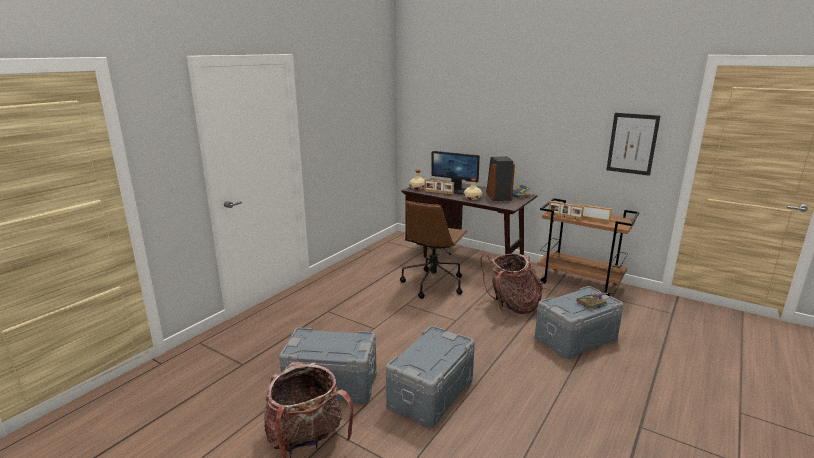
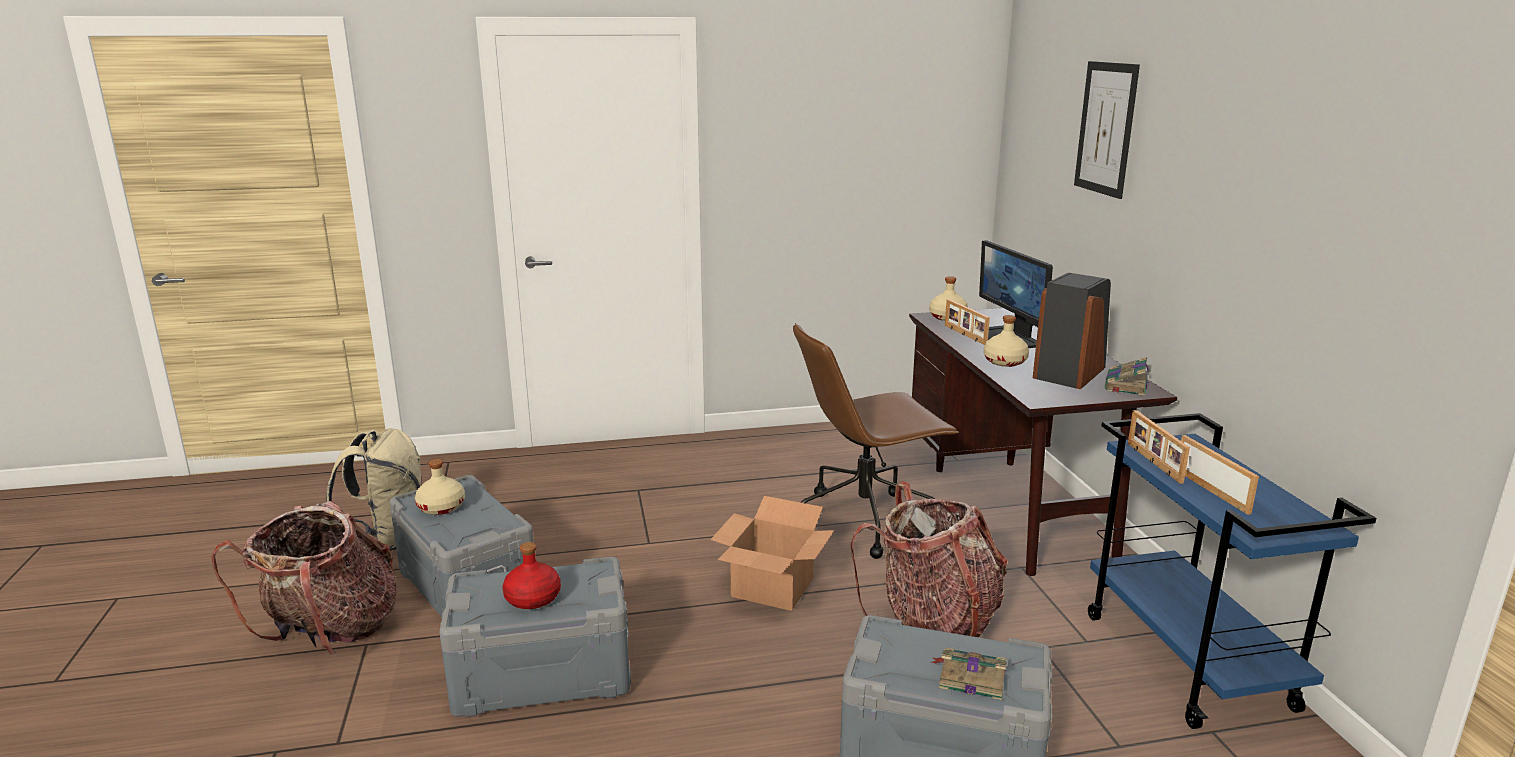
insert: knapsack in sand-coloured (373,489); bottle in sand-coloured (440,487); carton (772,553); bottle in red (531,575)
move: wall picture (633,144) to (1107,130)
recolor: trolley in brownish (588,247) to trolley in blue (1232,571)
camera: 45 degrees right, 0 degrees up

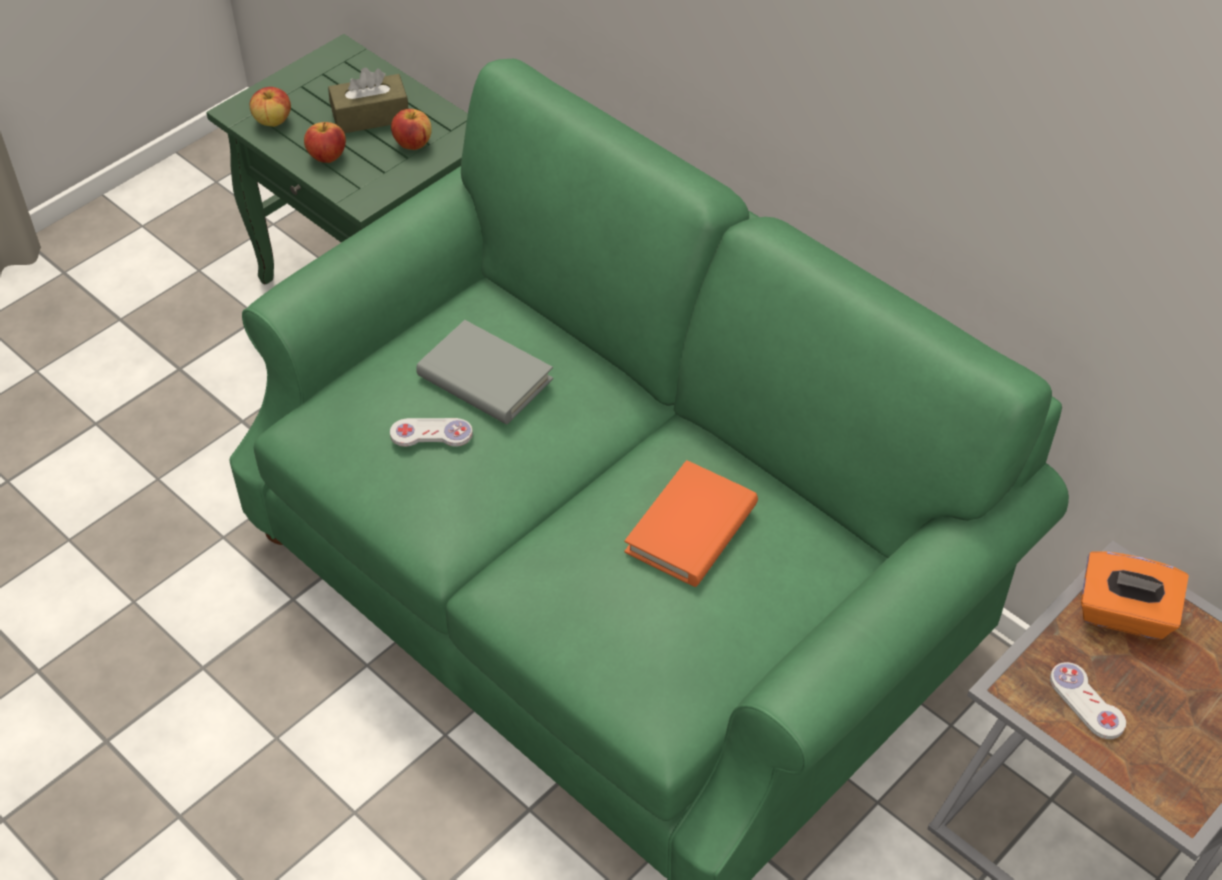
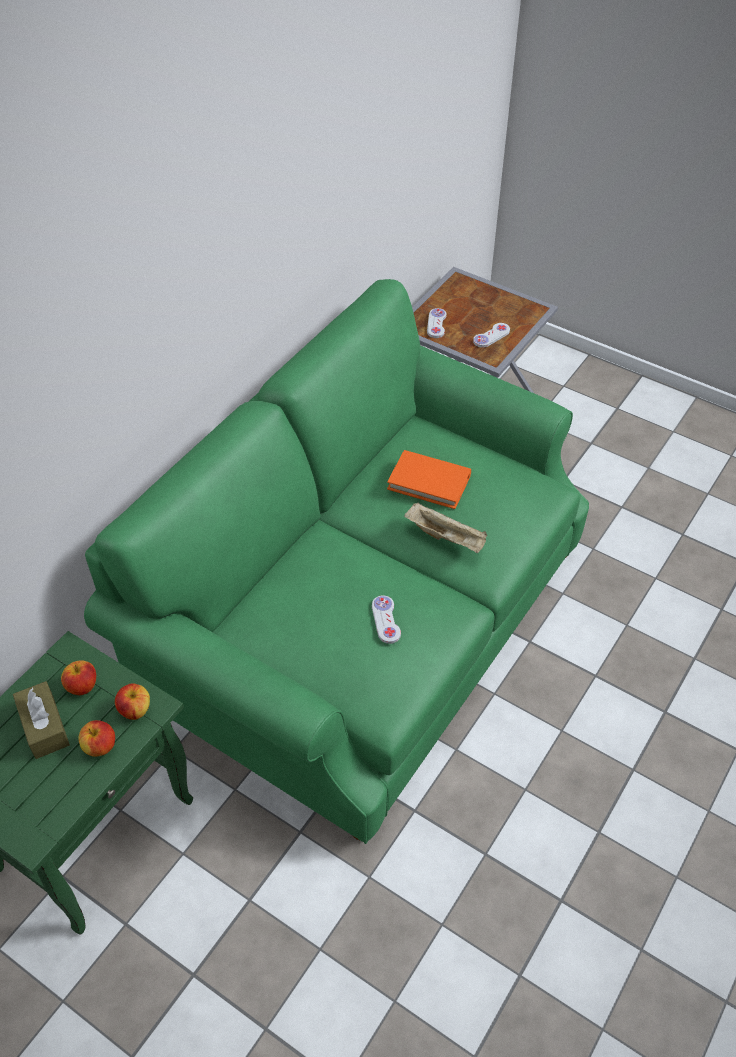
delete: volume in greyish (484,372)
insert: serving tray in sand-coloured (445,527)
move: apple (270,107) to (132,701)
replace: box of tissues in orange (1135,595) to game controller in white (437,323)
camera: 100 degrees left, 0 degrees up

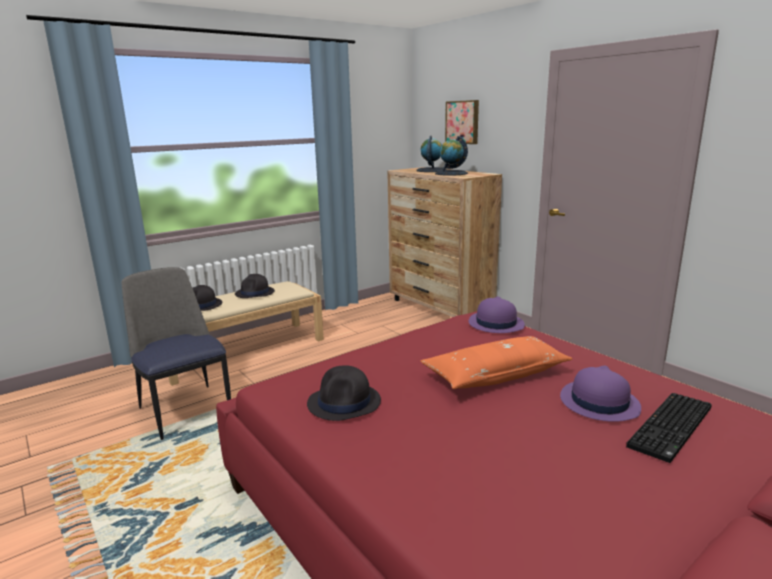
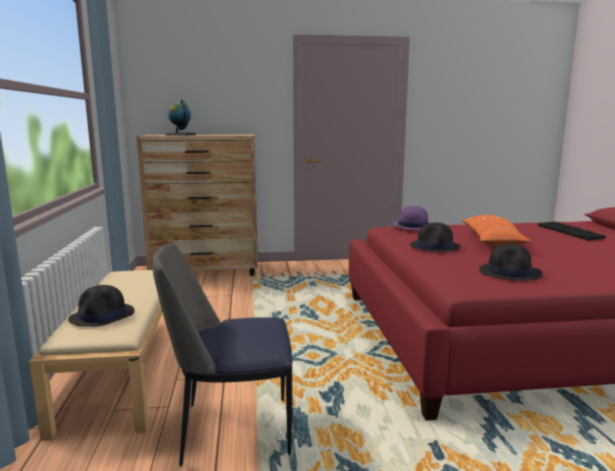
delete: wall picture (462,122); world globe (451,156); wearable hat in purple (600,394)
move: wearable hat in blackish (255,286) to (435,237)
camera: 60 degrees left, 5 degrees down

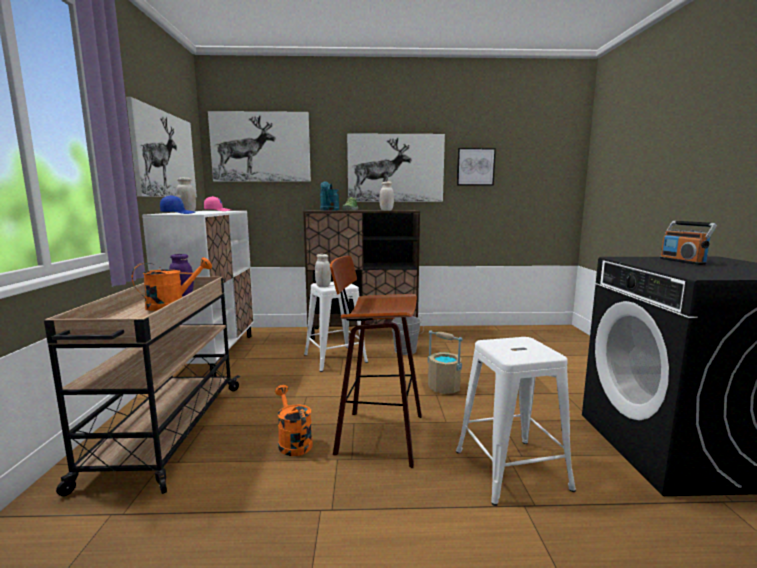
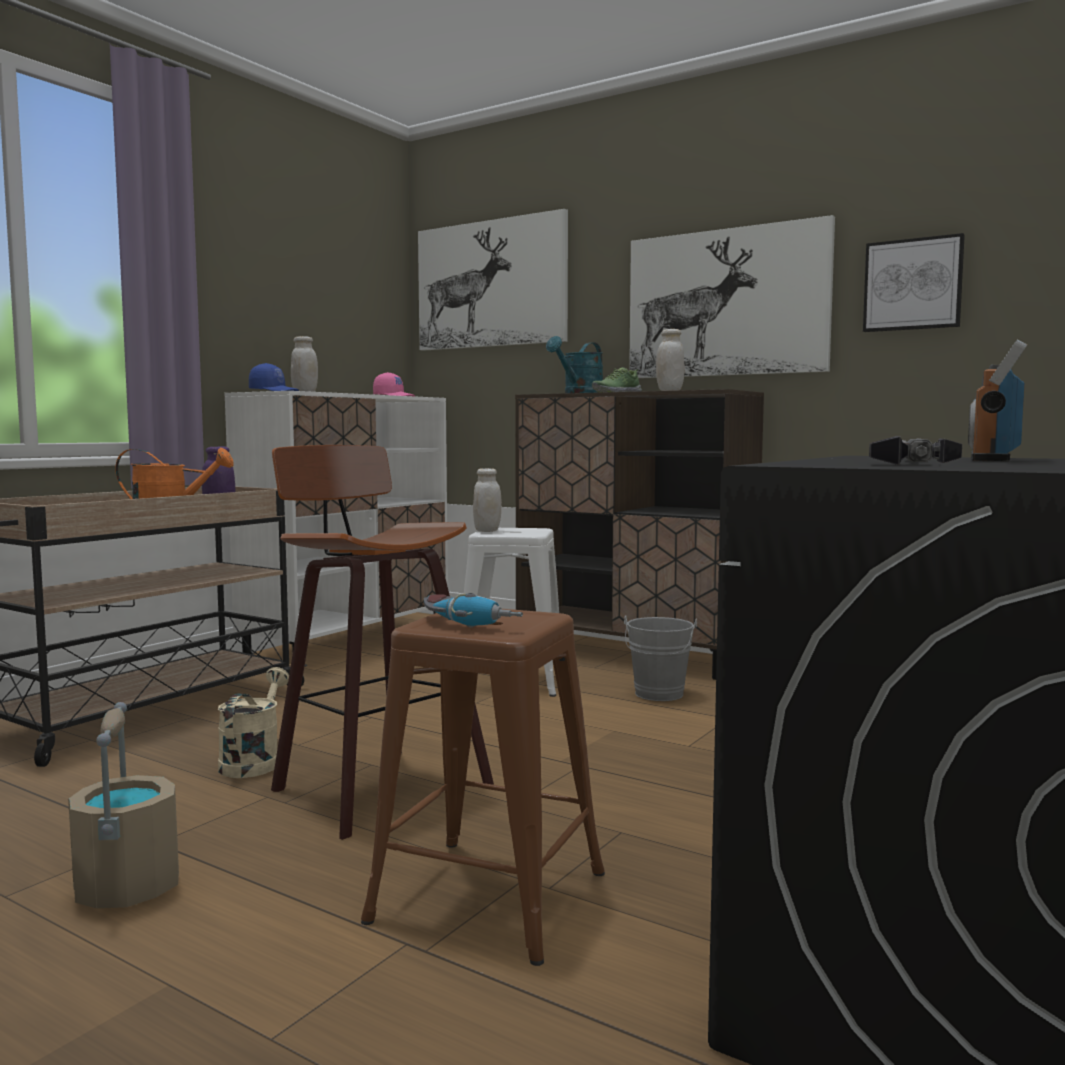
delete: wall picture (161,147)
insert: hand hammer (915,450); electric drill (473,610)
move: bucket in sand-coloured (445,362) to (123,805)
recolor: sitting stool in white (516,421) to sitting stool in brownish (483,787); watering pot in orange (294,420) to watering pot in sand-coloured (253,722)
camera: 35 degrees right, 5 degrees down

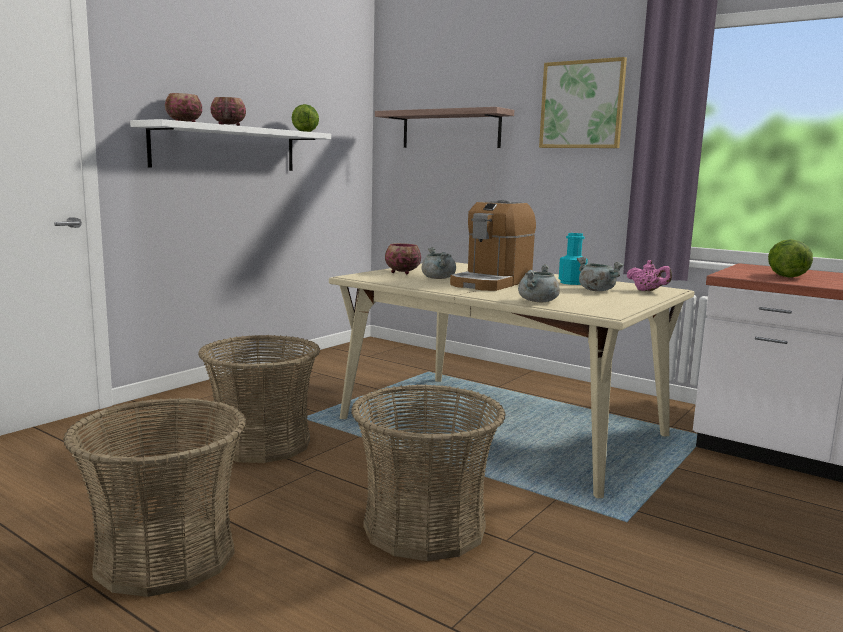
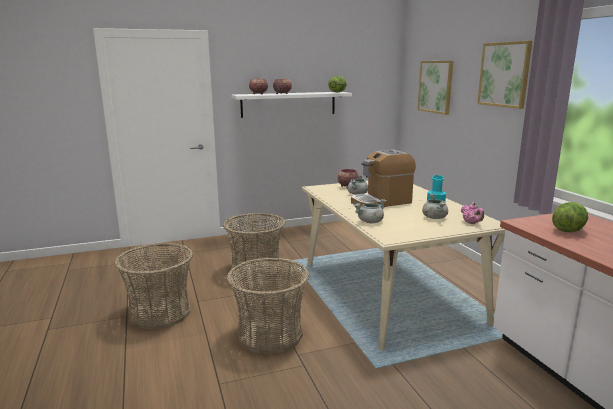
replace: bracket shelf (444,127) to wall picture (435,88)
camera: 35 degrees right, 5 degrees up

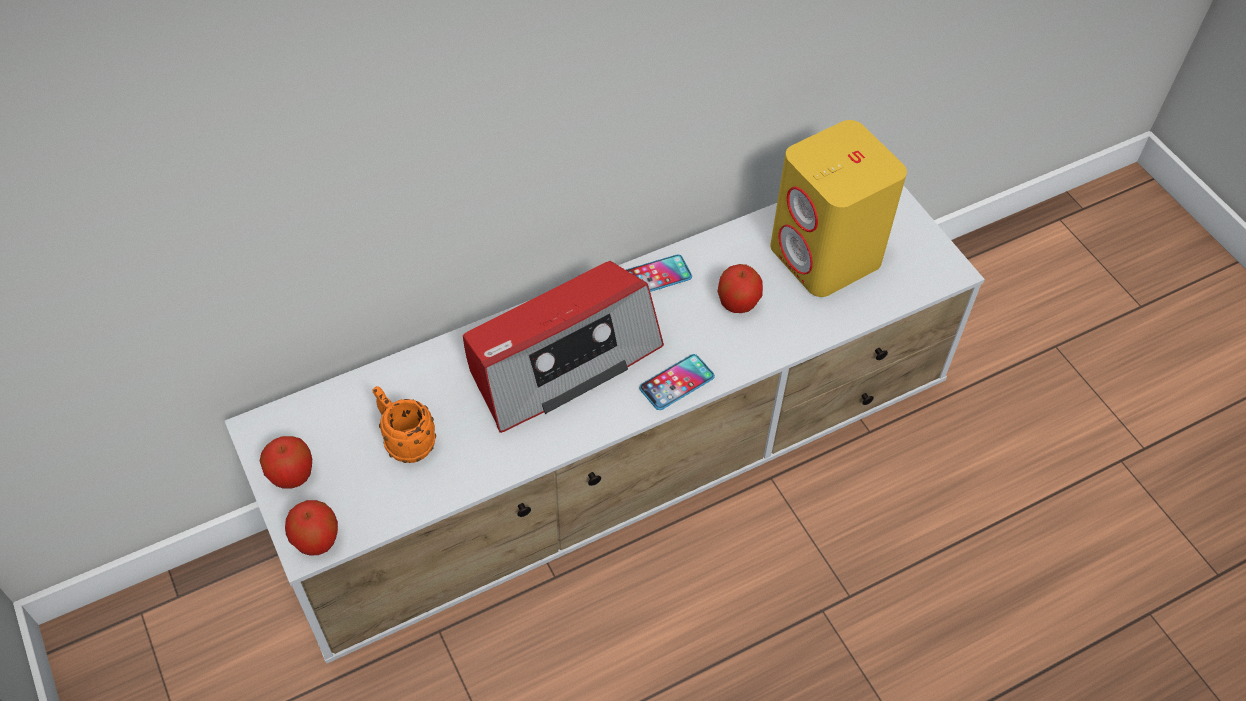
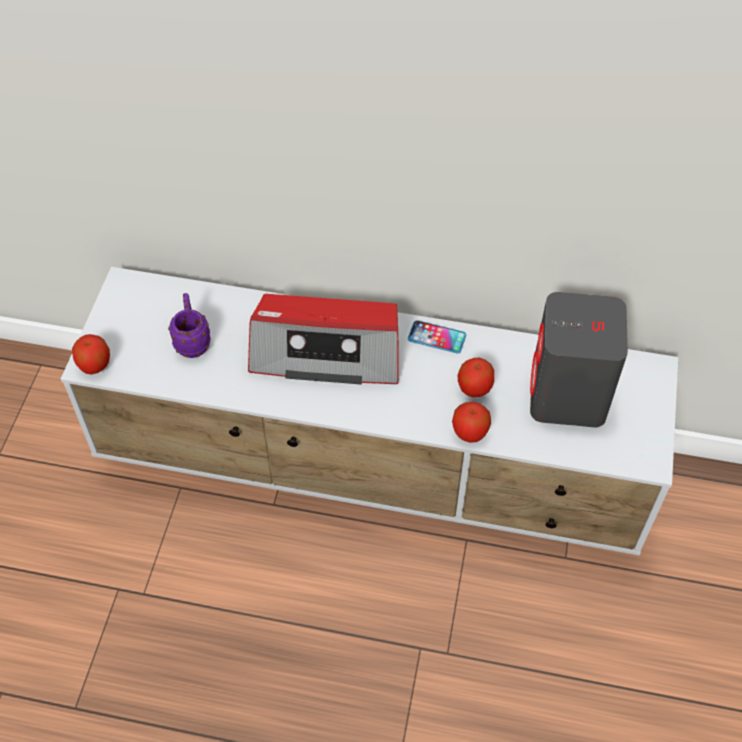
delete: phone (677,382)
move: apple (286,462) to (471,422)
recolor: audio speaker in yellow (838,208) to audio speaker in greyish (579,360); coffee mug in orange (404,424) to coffee mug in purple (189,325)
camera: 40 degrees right, 0 degrees up

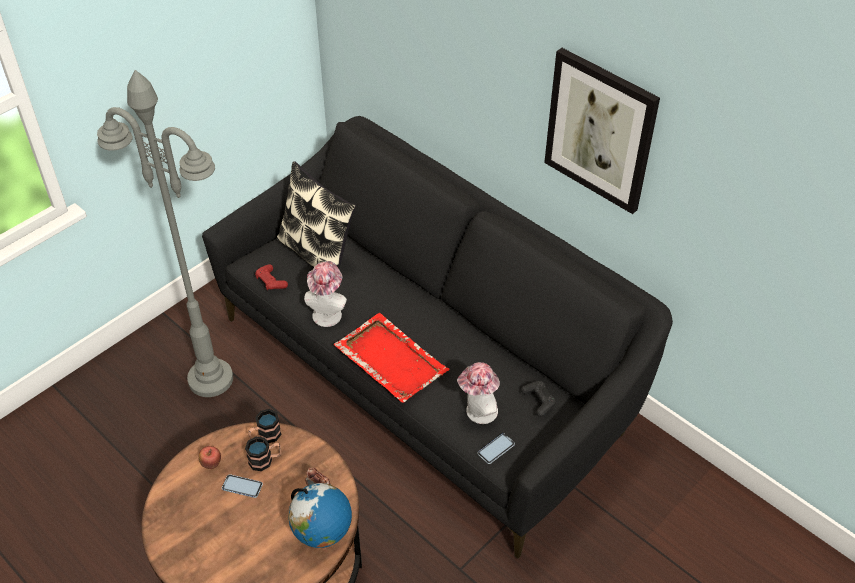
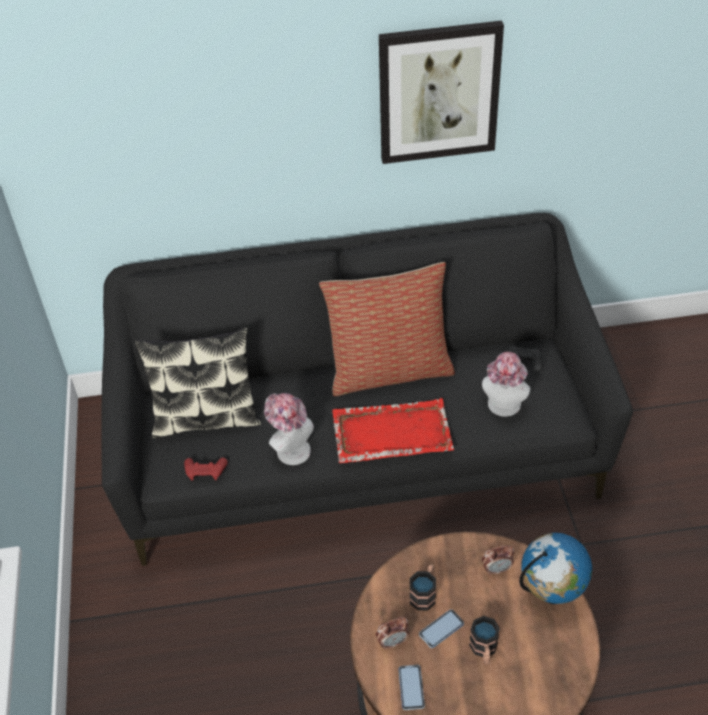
delete: floor lamp in greyish (165,233)
insert: throw pillow (387,329)
move: coffee mug (264,426) to (484,640); phone (496,448) to (412,687)
replace: apple (210,457) to table clock (392,633)
camera: 50 degrees left, 0 degrees up

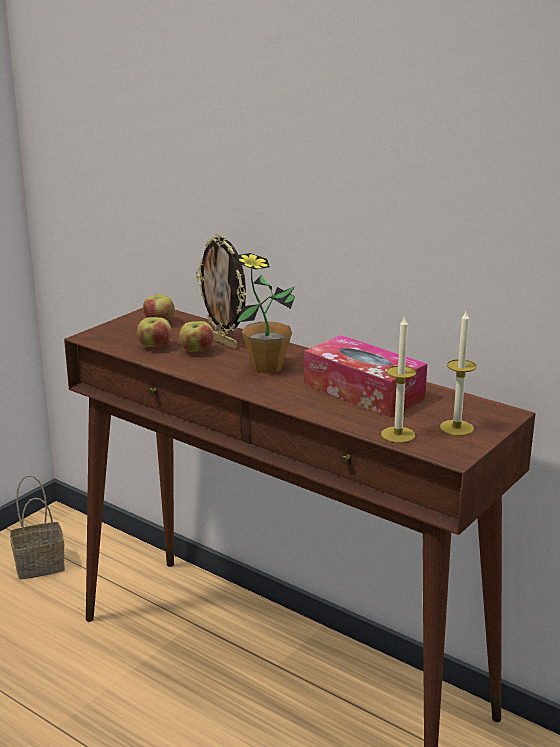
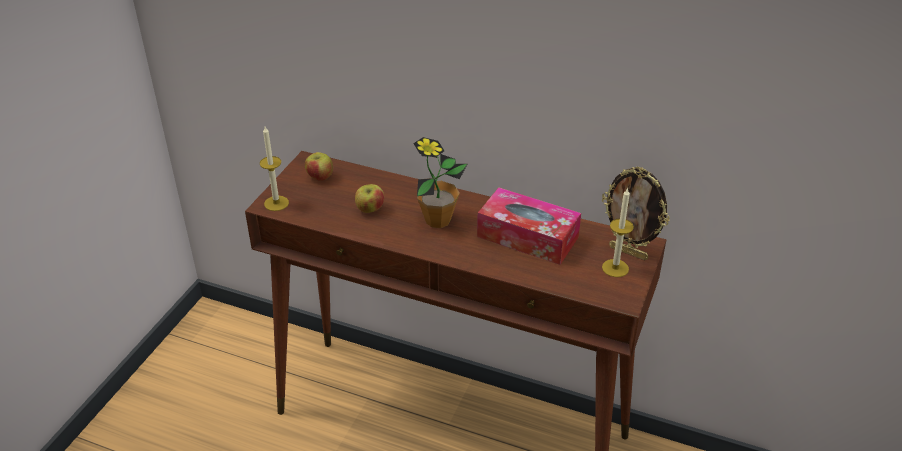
delete: apple (154,332); basket (37,527)
move: standing frame (221,291) to (636,213); candle (398,379) to (274,169)
camera: 15 degrees left, 15 degrees up

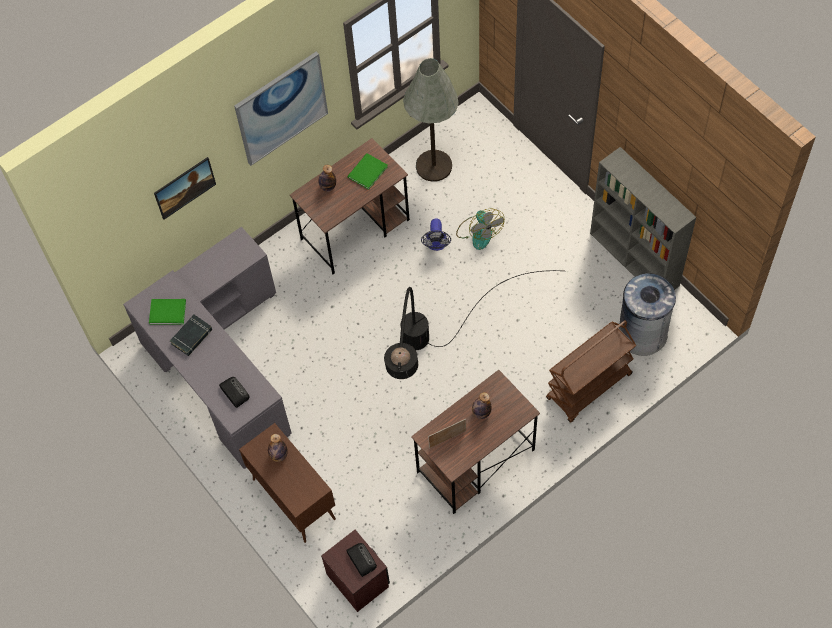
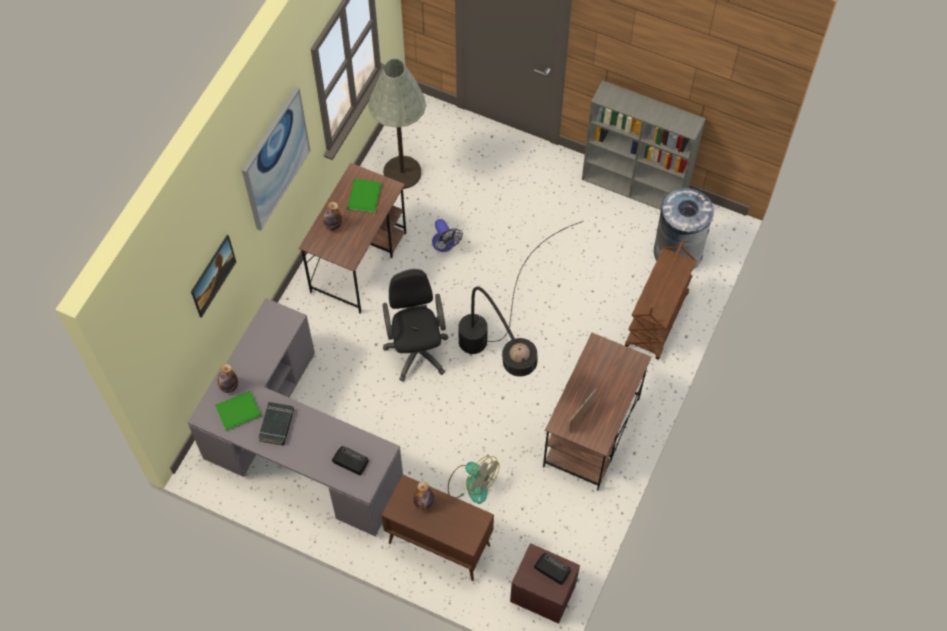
insert: desk chair in blackish (415,325)
move: electric fan (480,229) to (473,480); bottle (481,405) to (228,378)
camera: 30 degrees left, 0 degrees up

